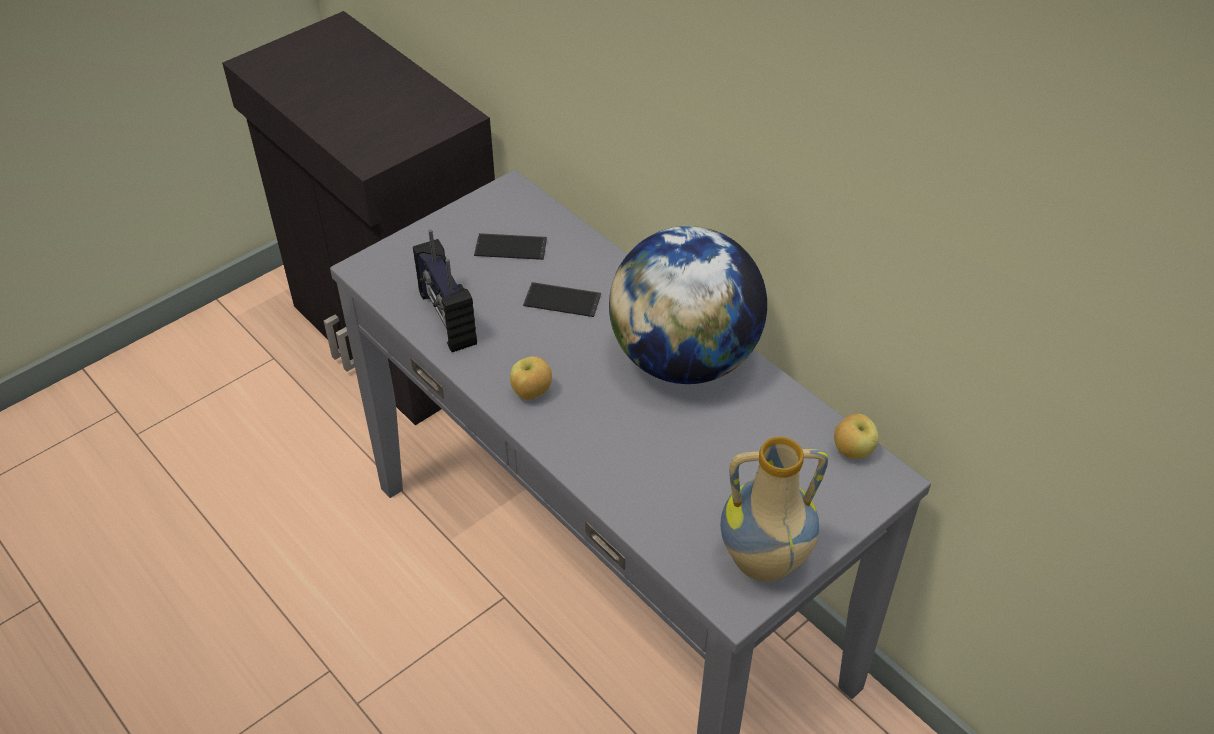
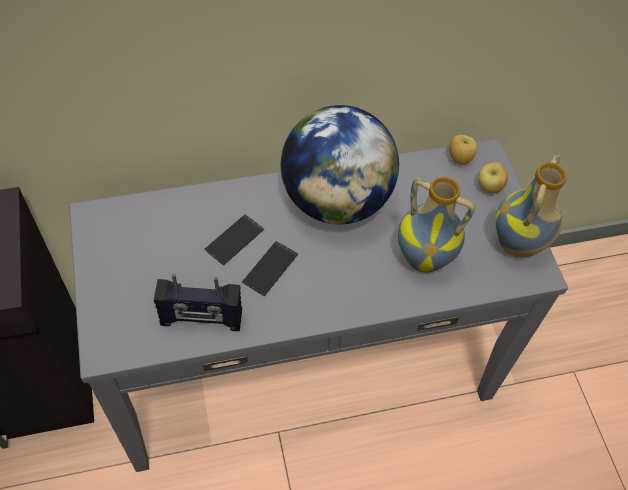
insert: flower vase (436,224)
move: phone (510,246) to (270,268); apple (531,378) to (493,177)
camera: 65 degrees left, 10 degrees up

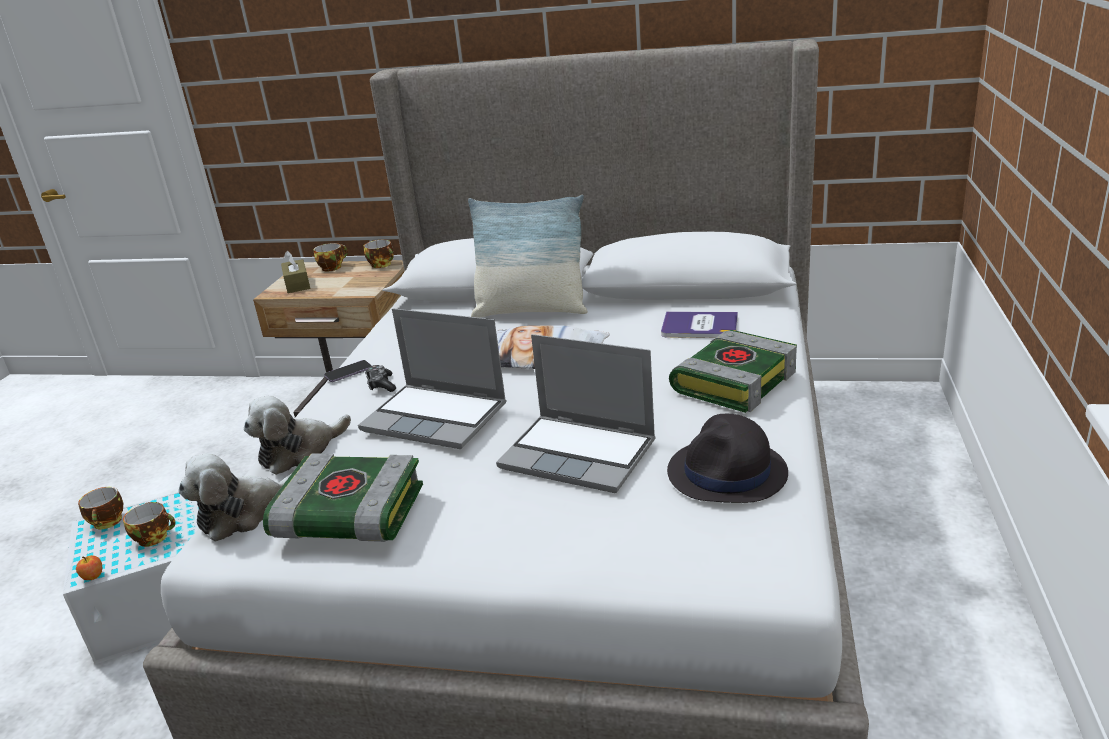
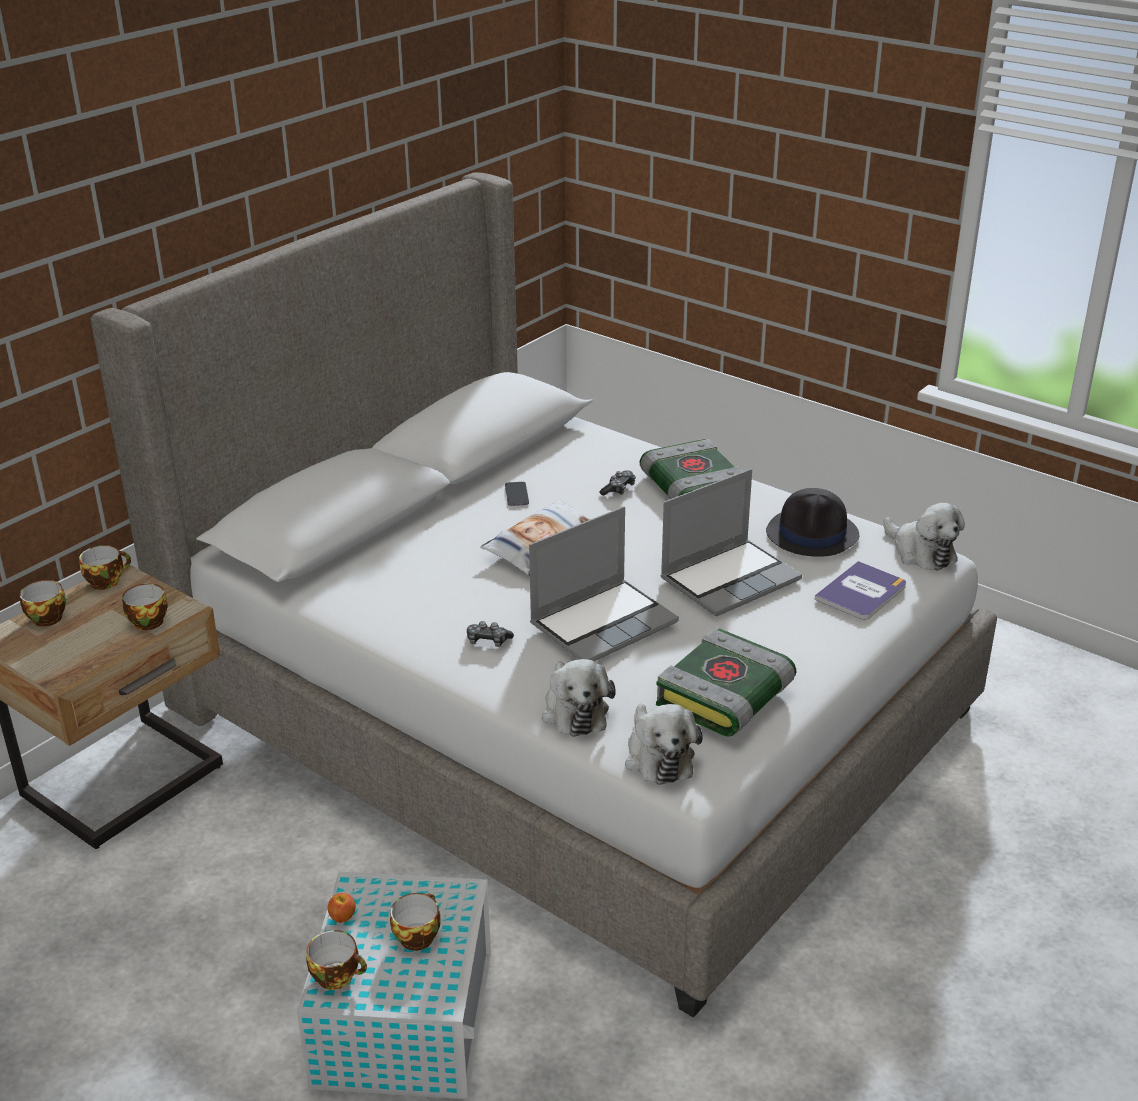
delete: throw pillow (528,256); box of tissues in brownish (295,272)
insert: game controller (617,483); soft toy (924,536); drinking cup (145,607)
move: volume (699,324) to (860,590); phone (348,371) to (517,494); apple (89,567) to (342,908)
camera: 65 degrees left, 5 degrees up

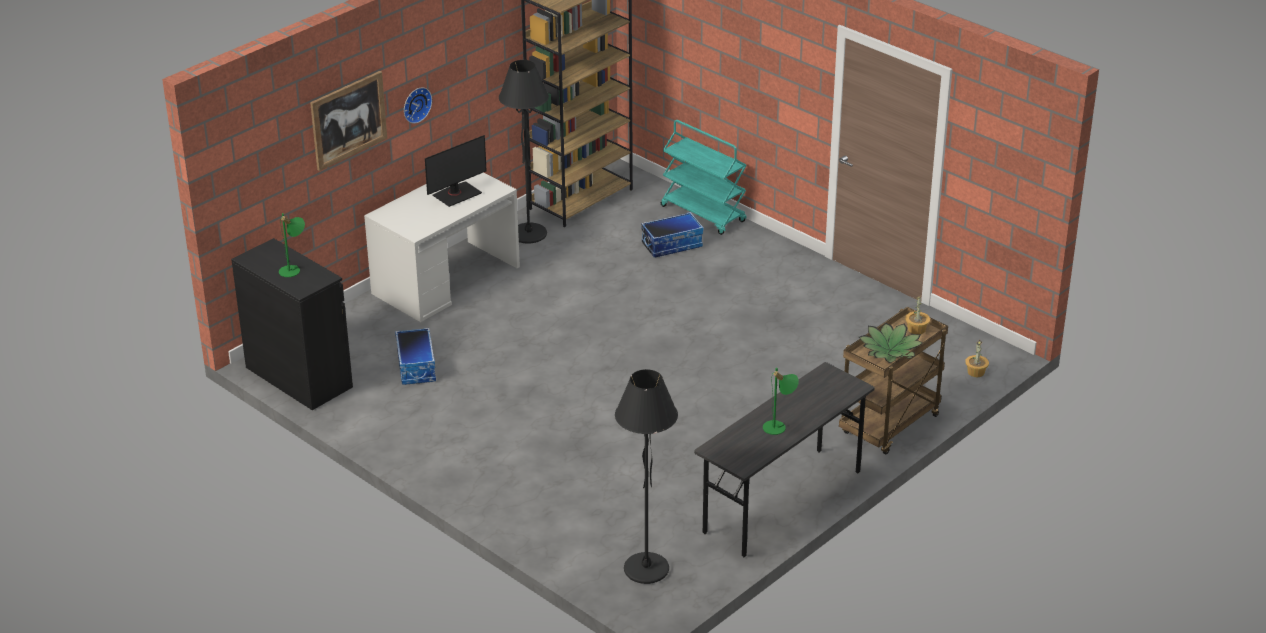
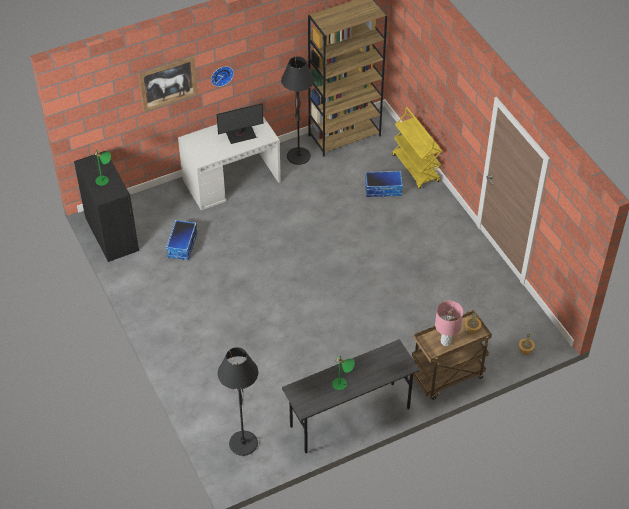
replace: potted plant (891,343) to tabletop lamp in pinkish (449,323)
recolor: trolley in blue-green (704,177) to trolley in yellow (417,148)
camera: 20 degrees right, 15 degrees up

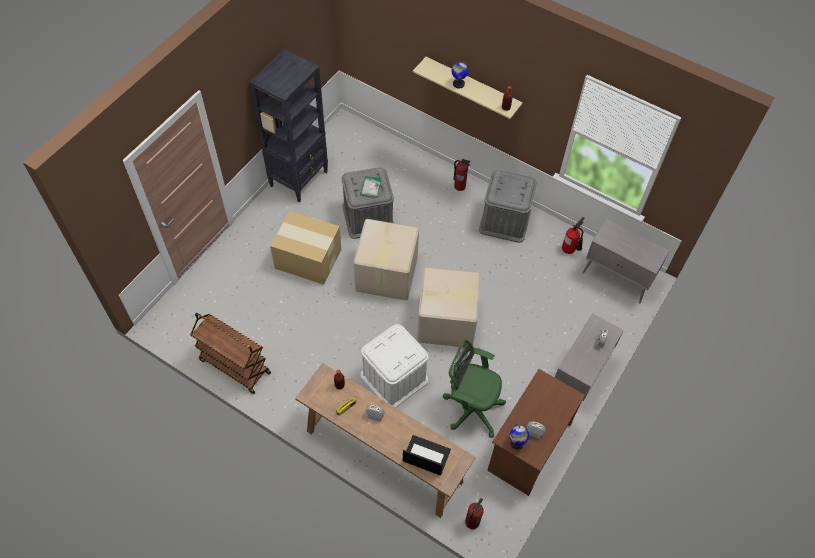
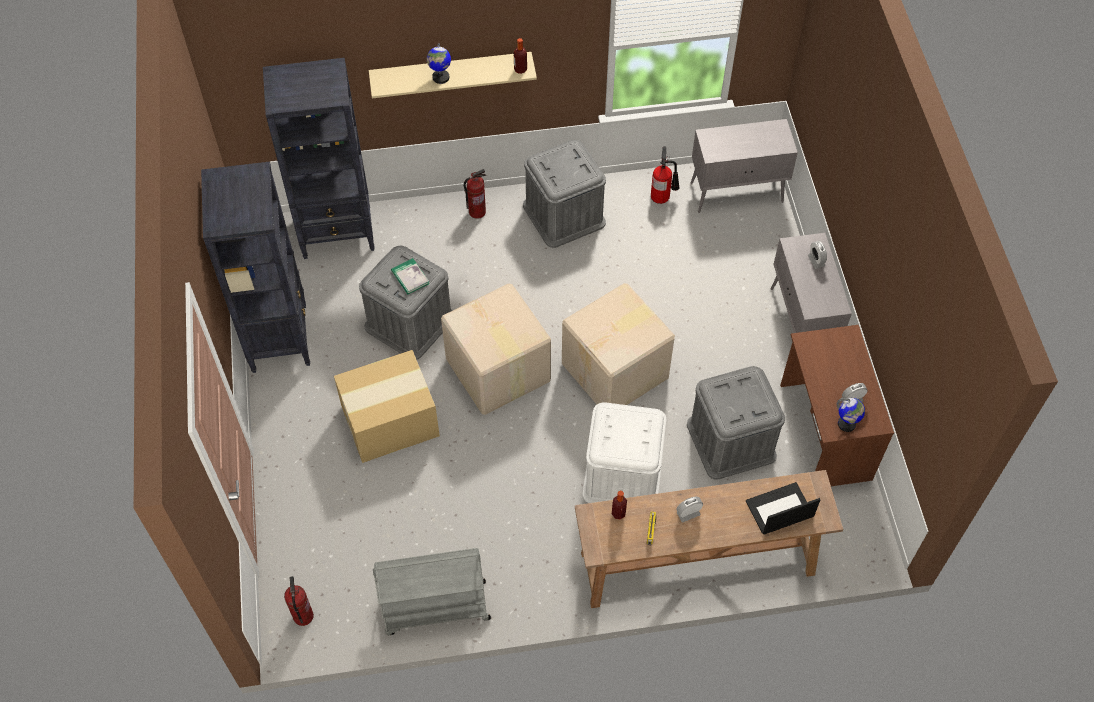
insert: bookcase in blackish (319,158)
move: fire-fighting cylinder (474,513) to (299,601)
replace: desk chair in green-coloured (474,388) to storage container in greyish (736,423)
recolor: trolley in brownish (230,353) to trolley in greyish (432,591)
camera: 40 degrees left, 0 degrees up

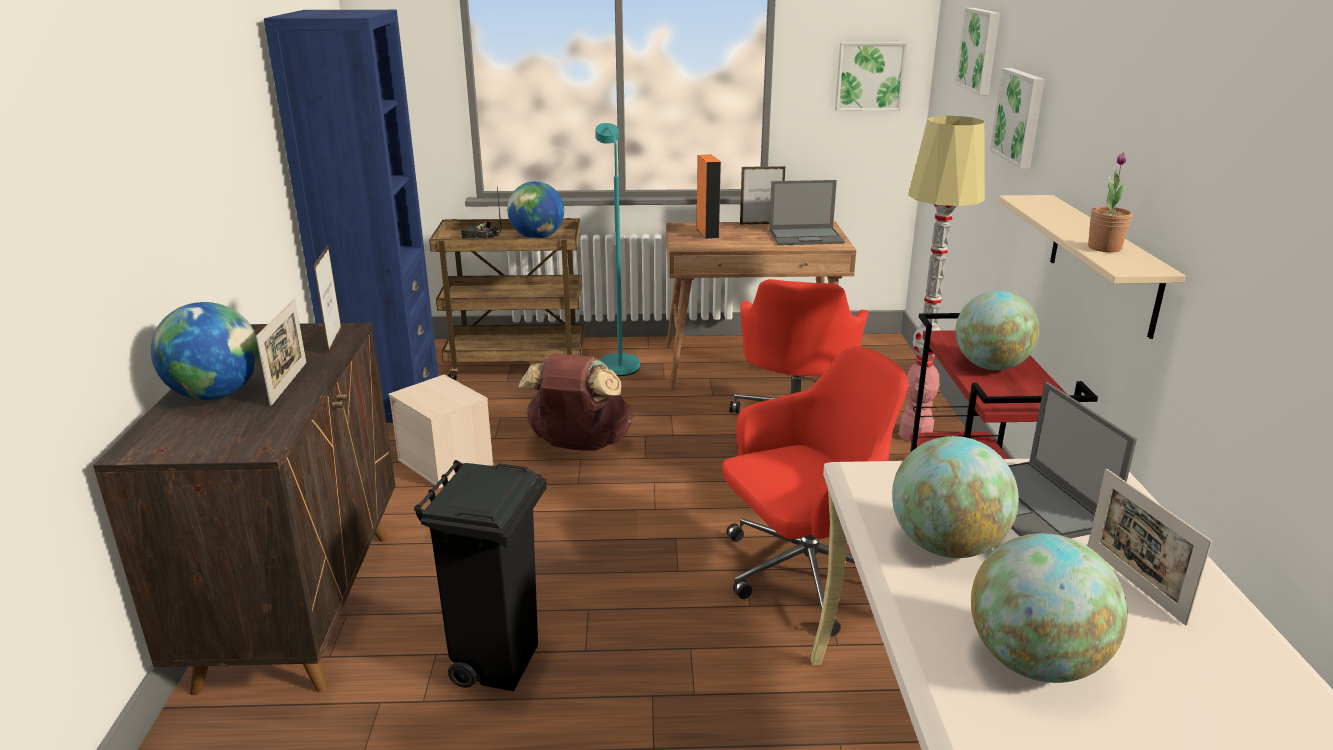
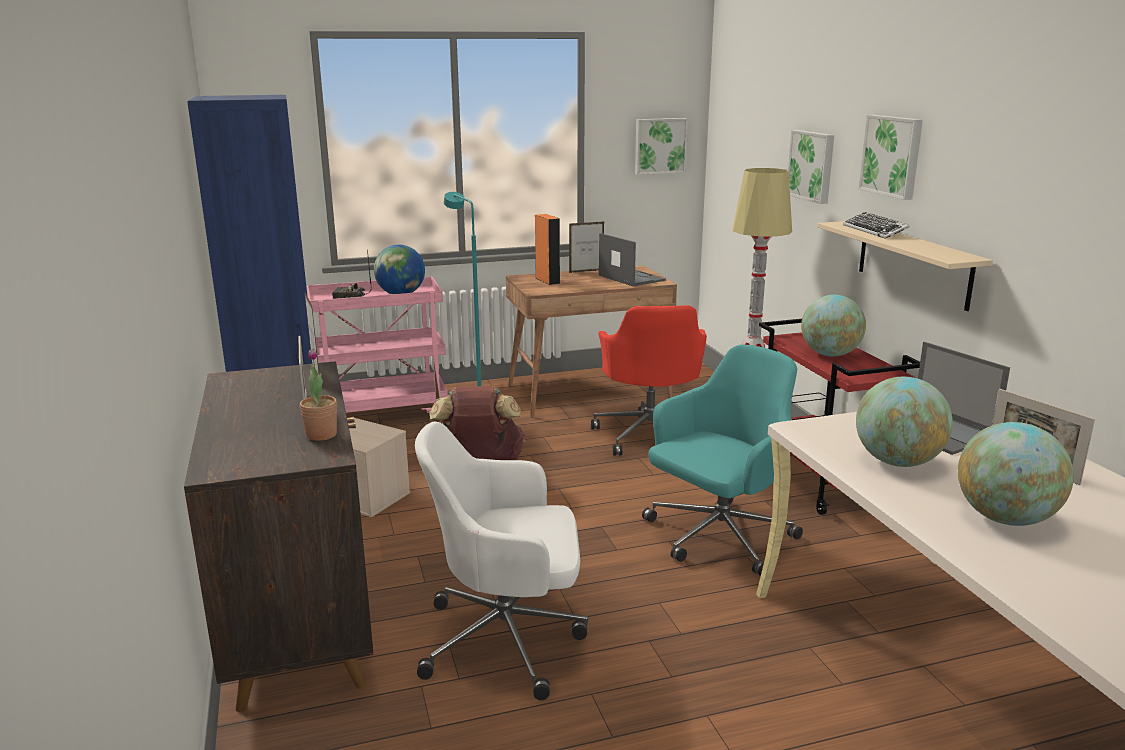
delete: world globe (205,351)
insert: computer keyboard (876,225)
move: wall picture (977,51) to (891,157); potted plant (1110,202) to (318,394)
replace: rubbish bin in blackish (480,575) to desk chair in white (501,561)
recolor: trolley in brownish (506,299) to trolley in pinkish (377,348); desk chair in red (815,491) to desk chair in blue-green (722,460)
rotate: notebook computer (807,212) = (632,260) 105 degrees counterclockwise
camera: 15 degrees left, 5 degrees down

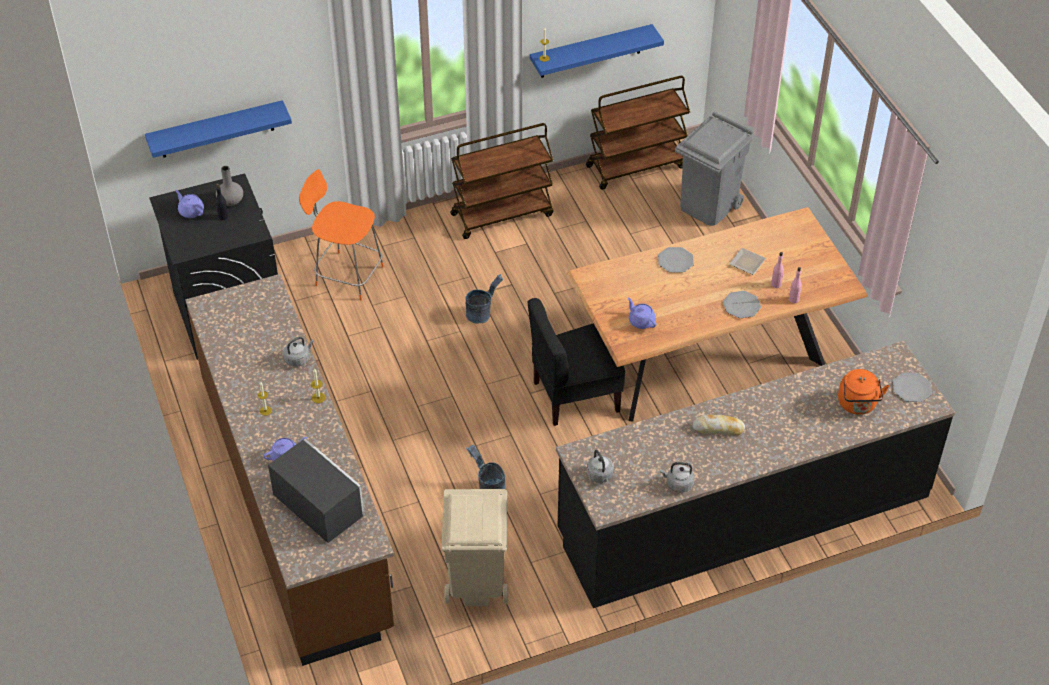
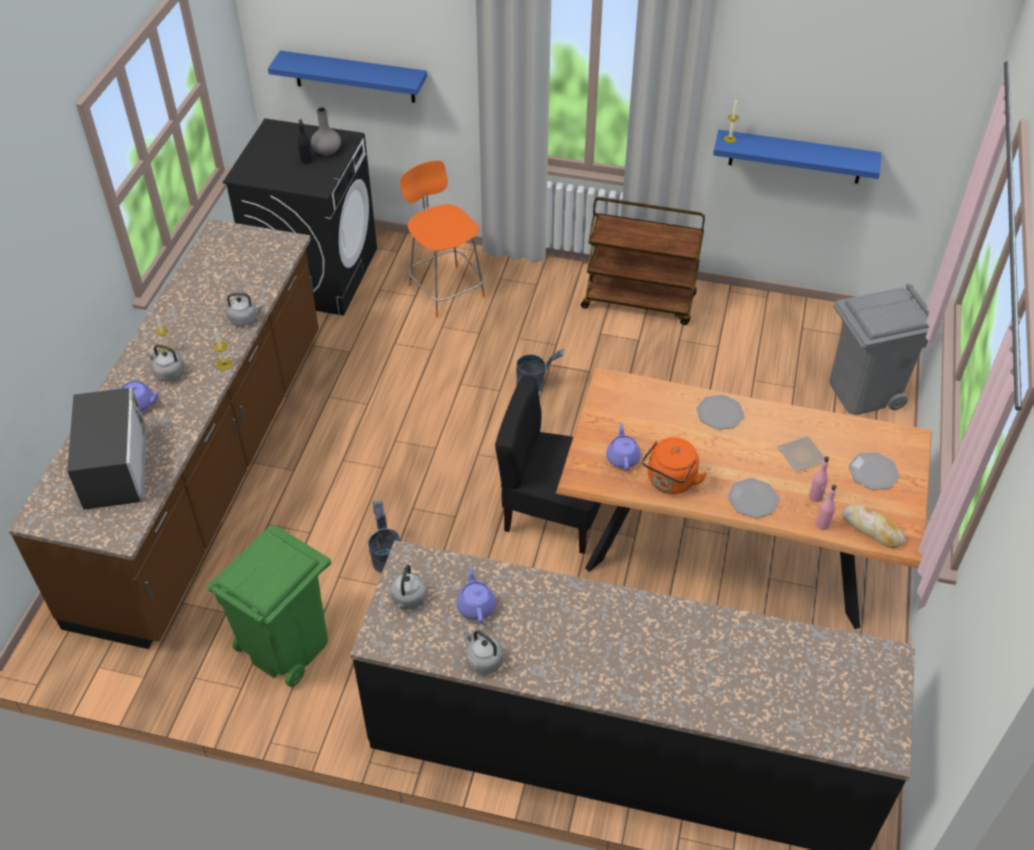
delete: trolley in brownish (638,133)
insert: tea kettle in greyish (165,363)
move: teapot in purple (189,204) to (476,594); tea kettle in orange (863,392) to (674,465); dinner plate (912,387) to (874,471); baked bread (719,425) to (873,526)
recolor: rubbish bin in sand-coloured (475,547) to rubbish bin in green-coloured (268,606)
camera: 35 degrees right, 0 degrees up

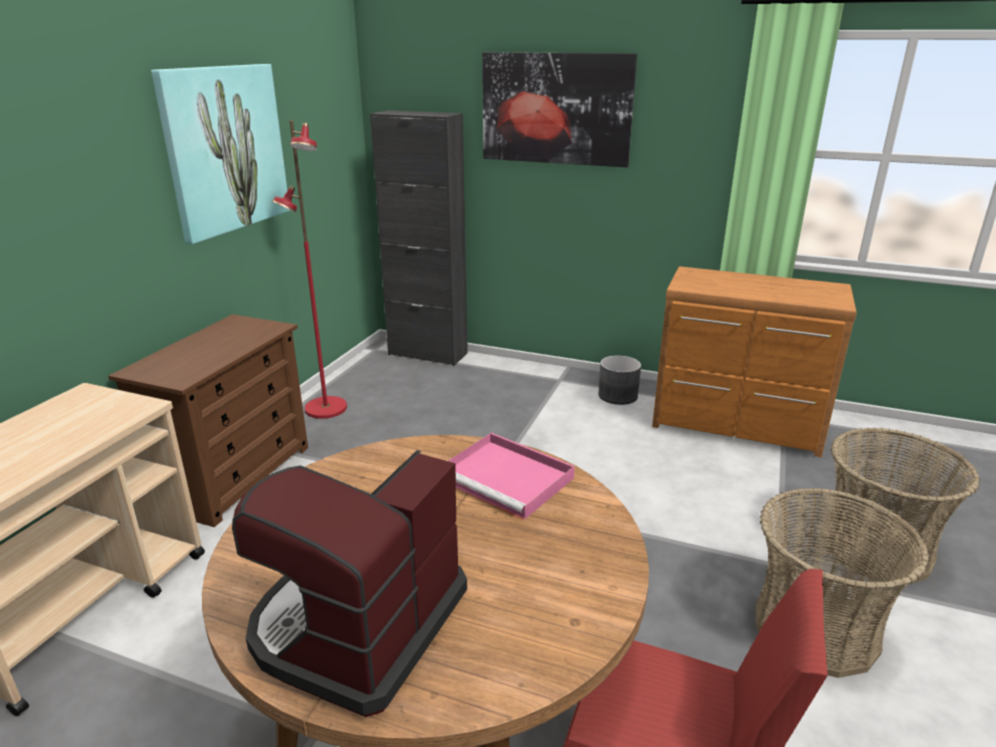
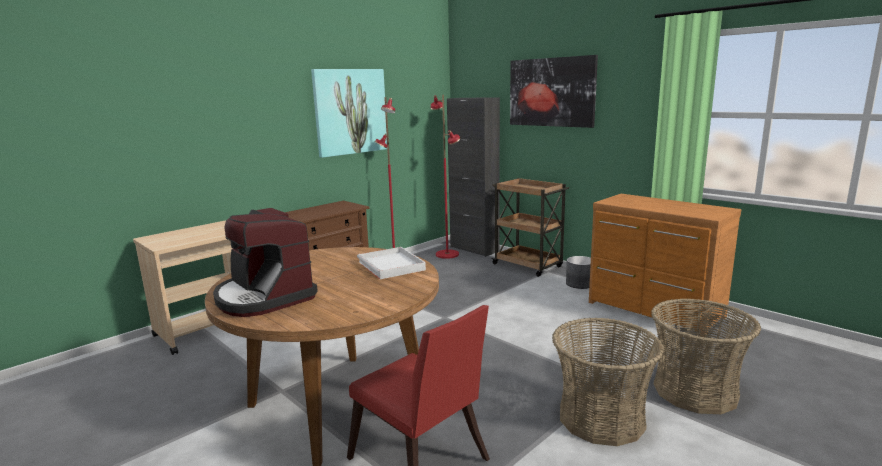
insert: floor lamp in red (446,177); trolley in brownish (530,227)
recolor: serving tray in pinkish (511,476) to serving tray in white (391,263)
rotate: coffee brewer (349,583) = (265,262) 90 degrees counterclockwise
camera: 25 degrees right, 10 degrees down

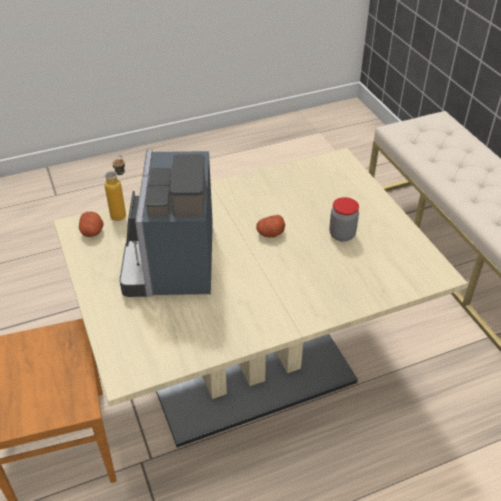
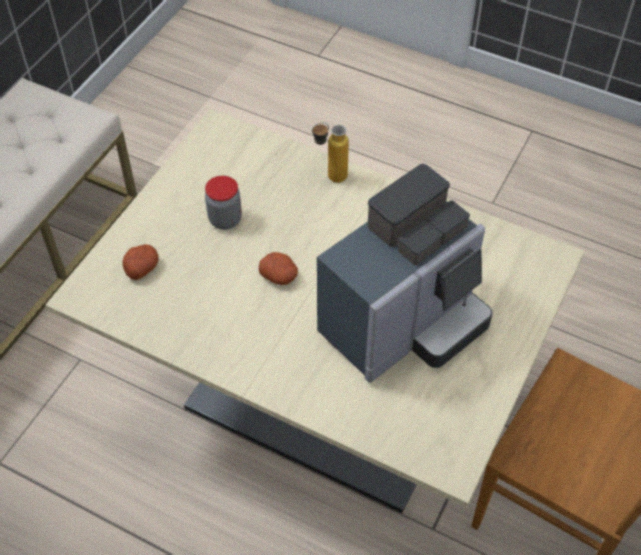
move: bottle (115,188) to (330,152); spud (91,224) to (141,262)
camera: 130 degrees left, 10 degrees up

